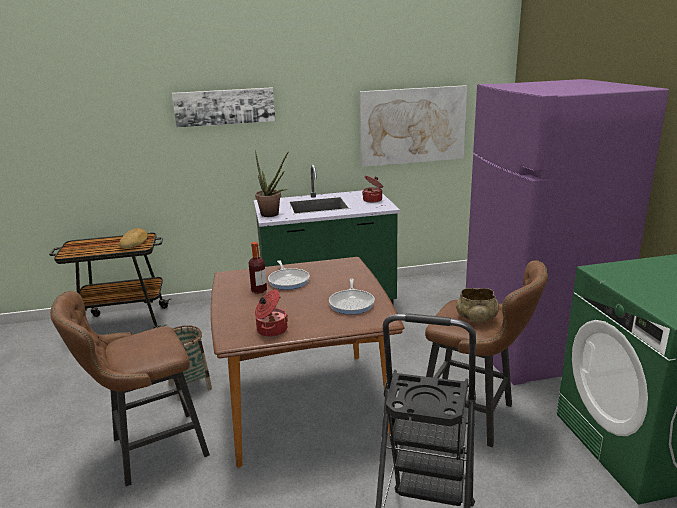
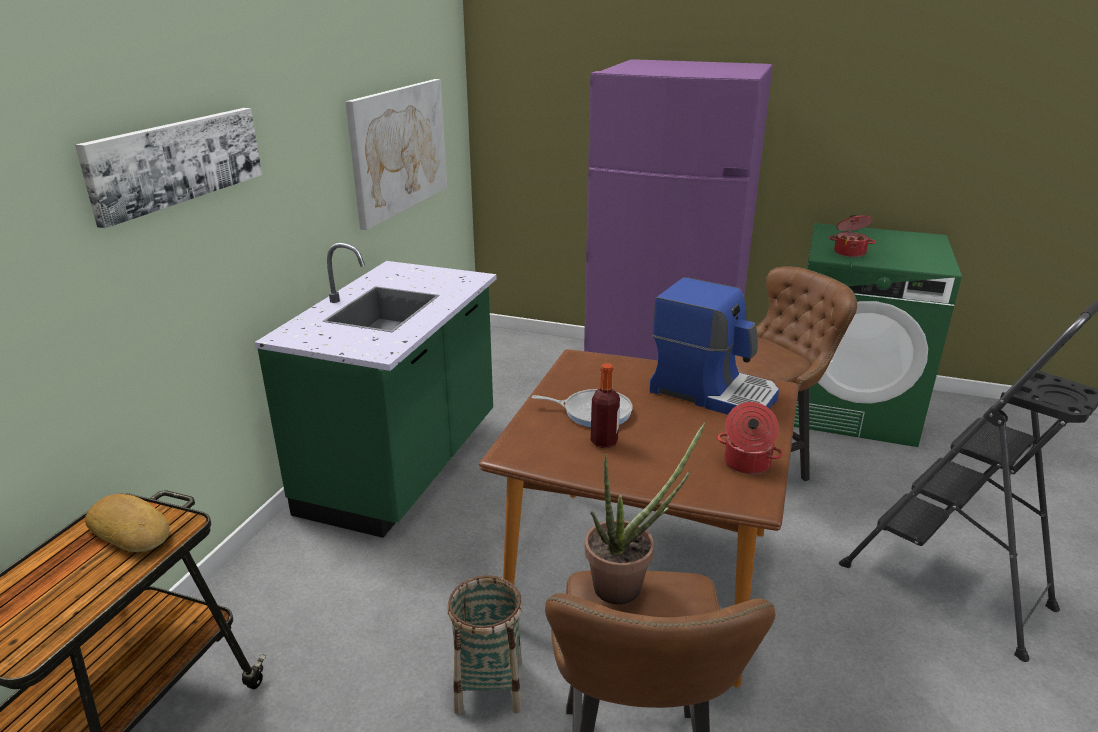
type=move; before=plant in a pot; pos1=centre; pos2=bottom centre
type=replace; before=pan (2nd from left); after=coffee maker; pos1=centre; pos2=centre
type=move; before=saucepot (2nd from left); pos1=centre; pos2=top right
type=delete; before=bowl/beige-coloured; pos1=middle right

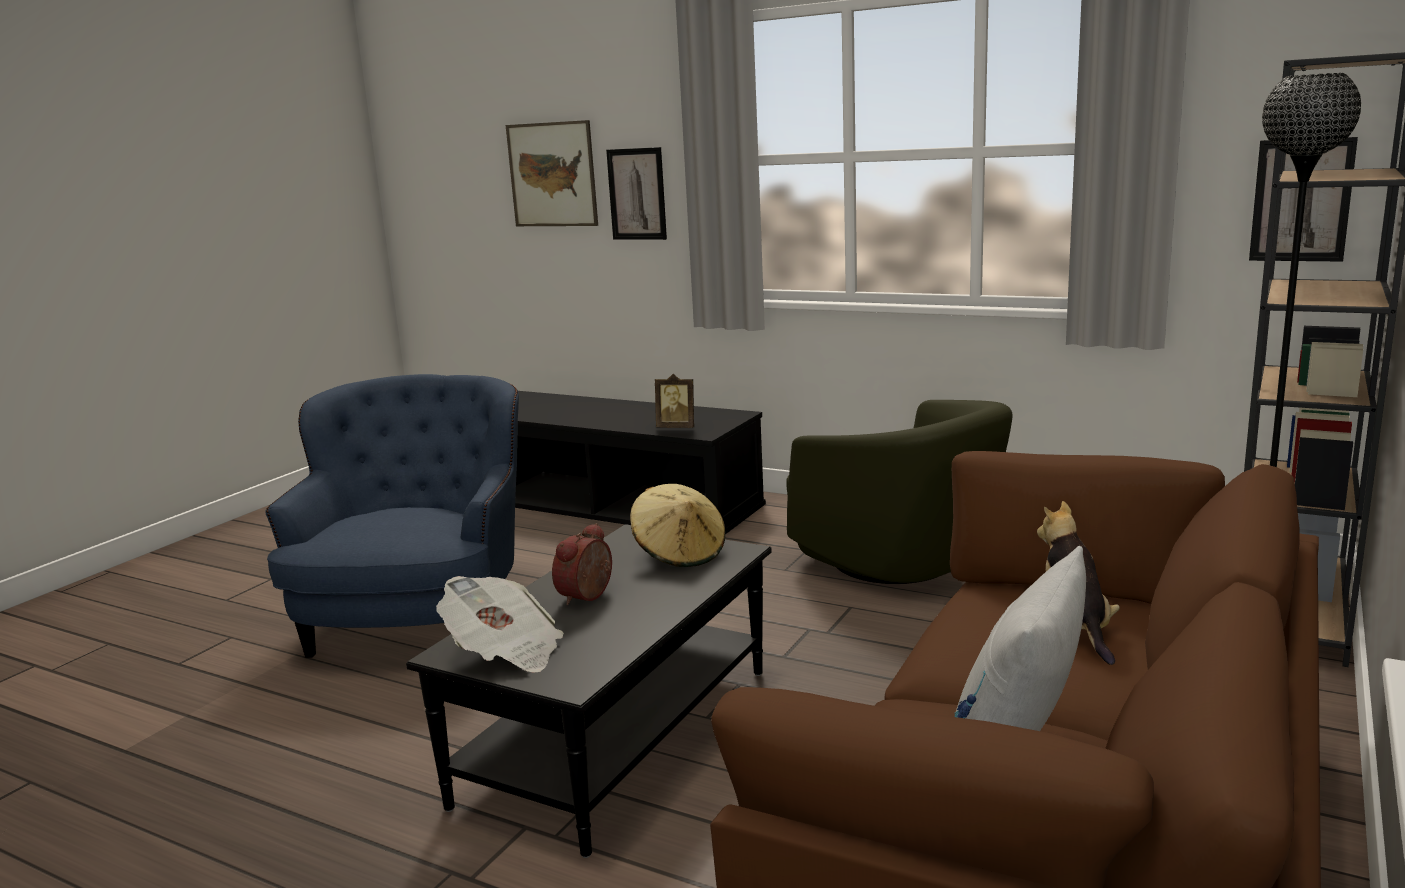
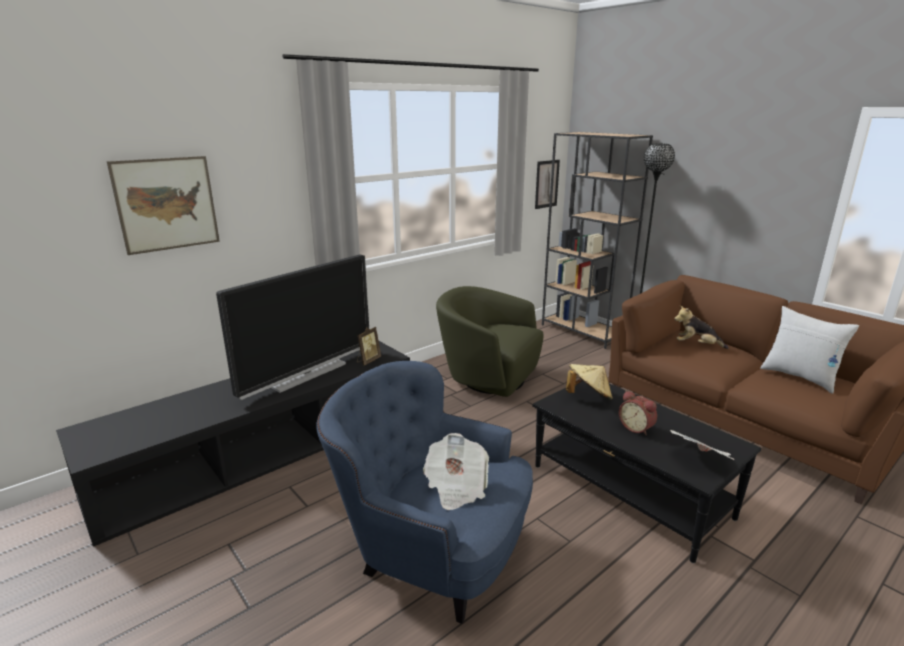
type=delete; before=wall picture (2nd from left); pos1=top centre
type=rotate; before=easy chair/greenish; pos1=centre; pos2=centre; turn=-135
type=insert; after=TV; pos2=middle left
type=insert; after=daily paper (1st from left); pos2=bottom centre

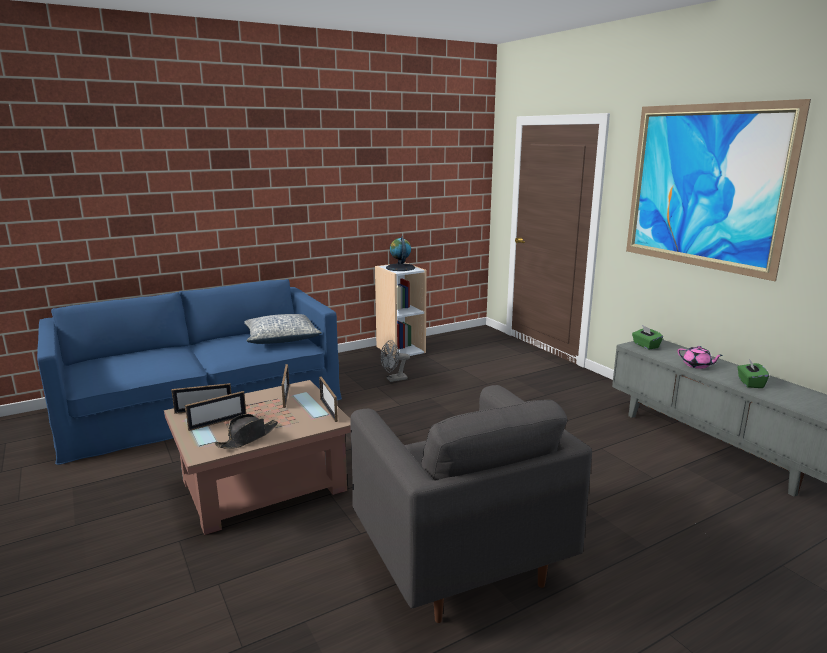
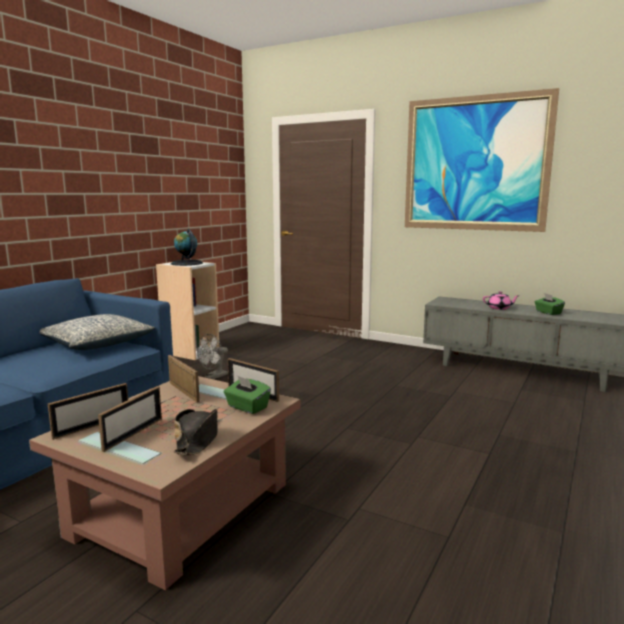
type=delete; before=easy chair/gray; pos1=bottom centre
type=move; before=box of tissues/greenish (1st from left); pos1=middle right; pos2=centre

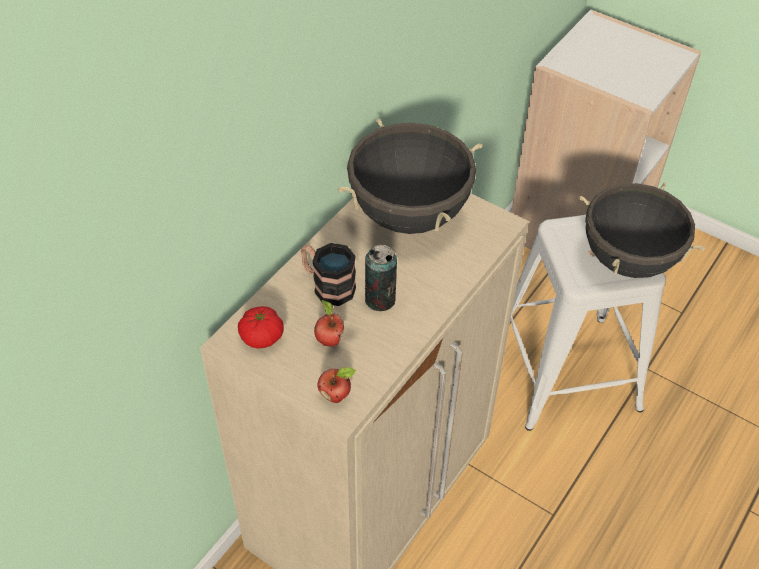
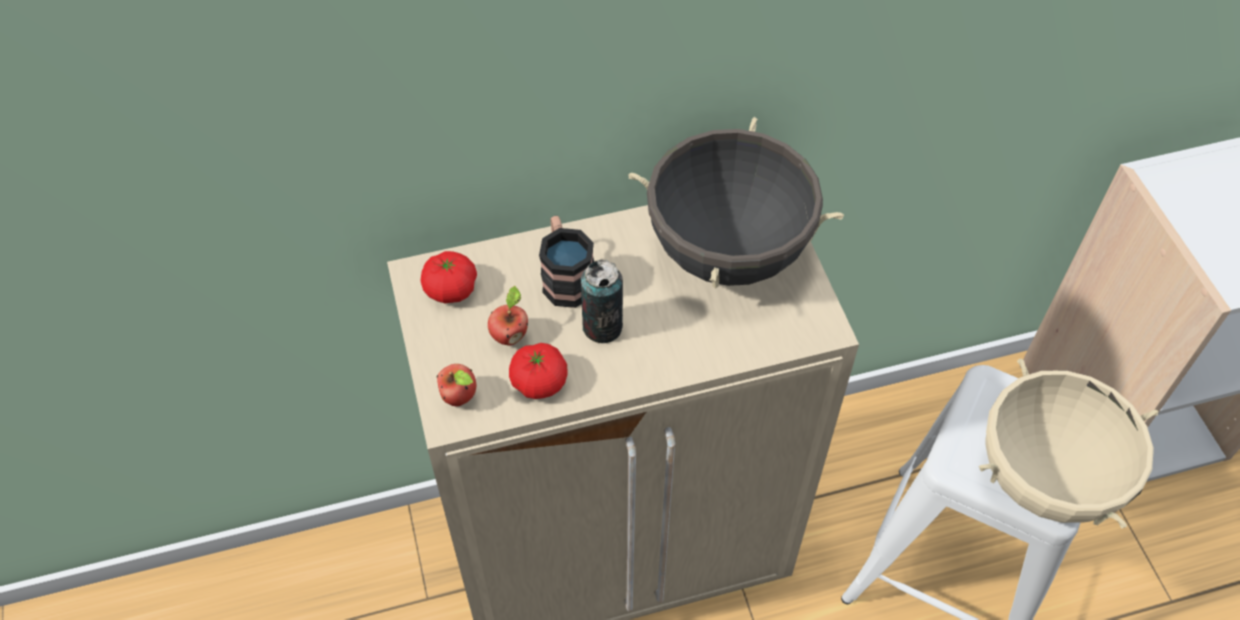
type=recolor; before=saucepot/blackish (2nd from left); after=saucepot/beige-coloured; pos1=middle right; pos2=bottom right
type=insert; after=fresh tomato (2nd from left); pos2=centre

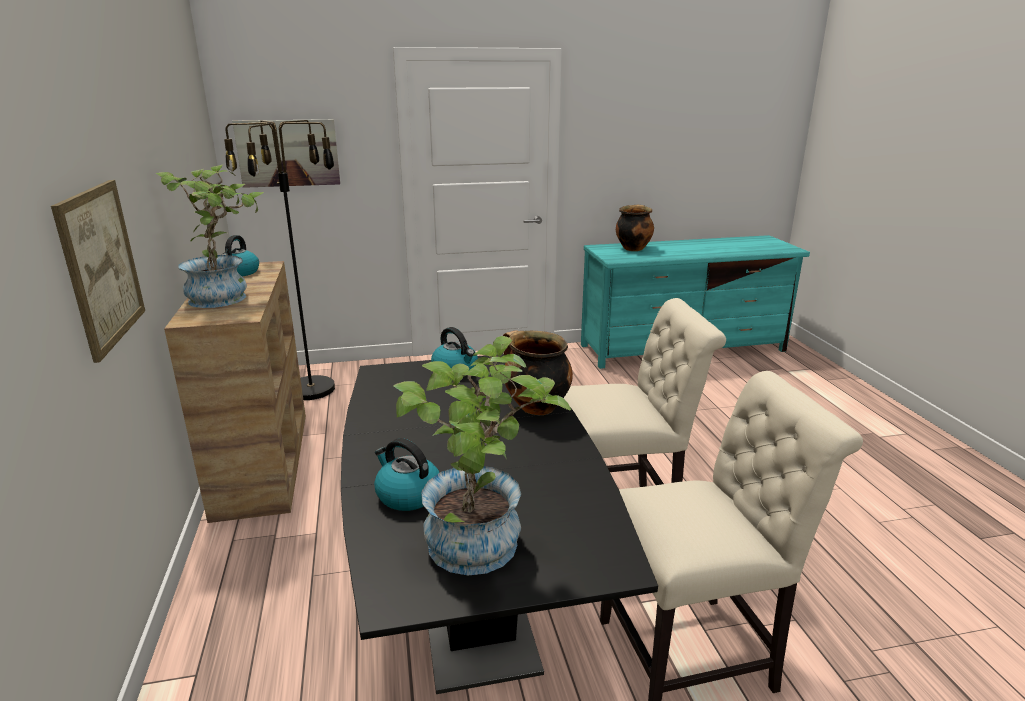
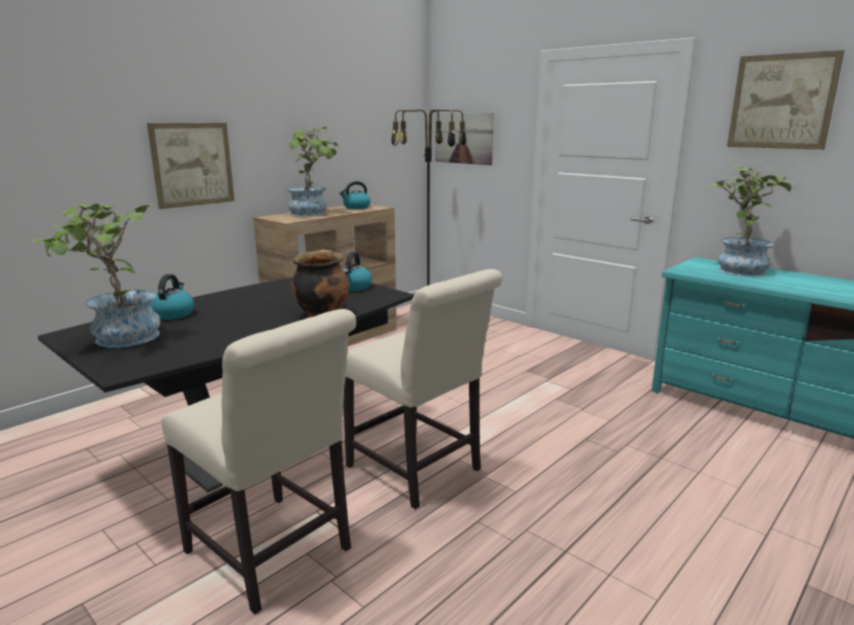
type=replace; before=saucepot (2nd from left); after=plant in a pot (3rd from left); pos1=top centre; pos2=middle right
type=insert; after=wall picture (3rd from left); pos2=top right

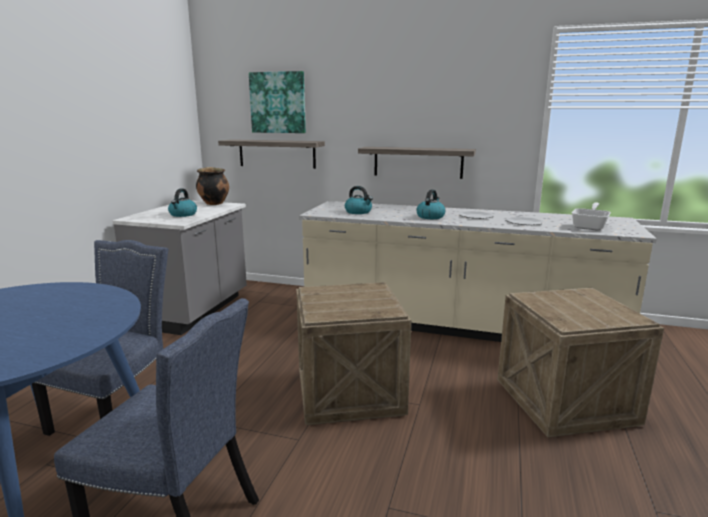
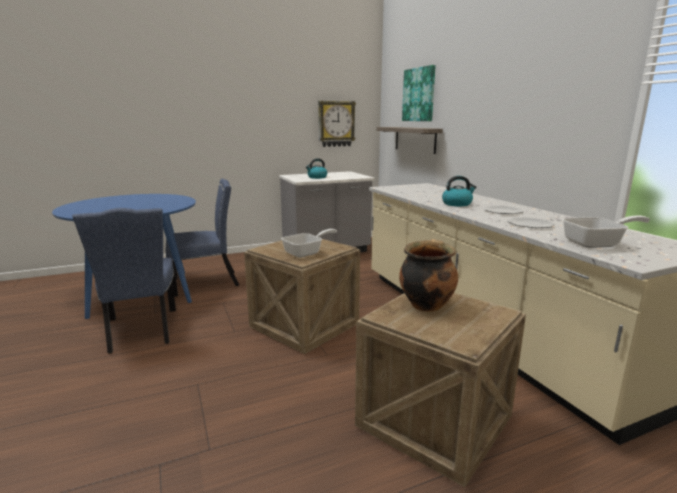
type=move; before=saucepot; pos1=middle left; pos2=centre
type=delete; before=tea kettle (2nd from left); pos1=centre
type=delete; before=bracket shelf (2nd from left); pos1=top centre
type=insert; after=pan (1st from left); pos2=centre
type=insert; after=wall clock; pos2=top centre

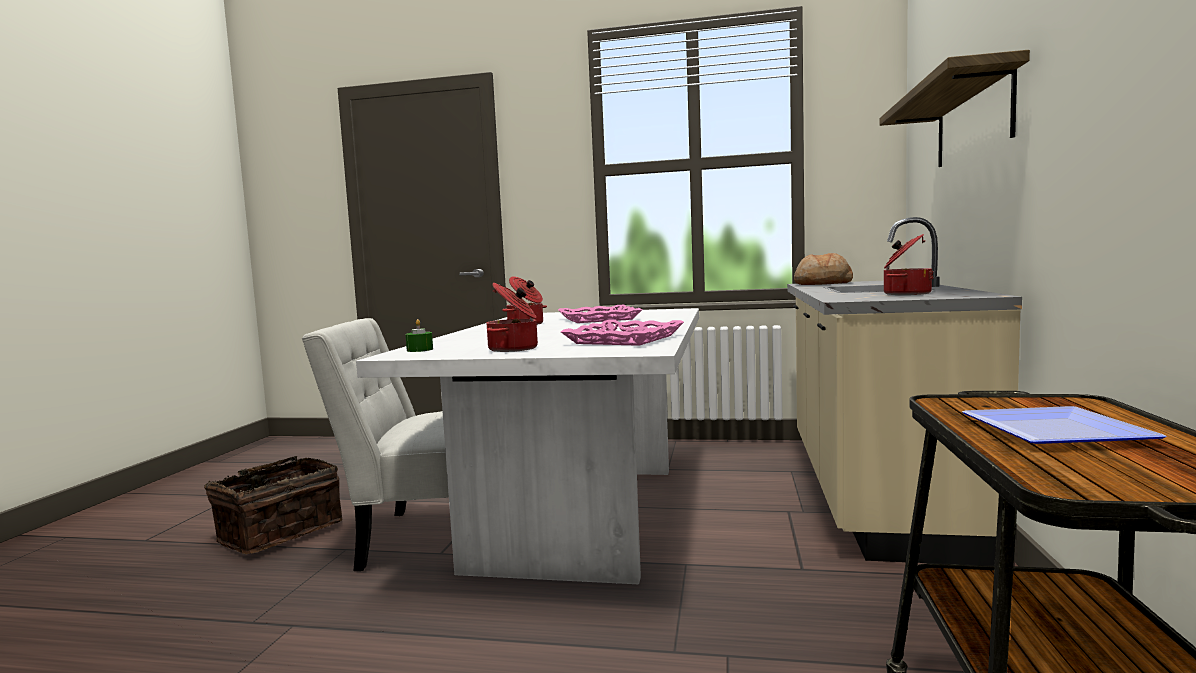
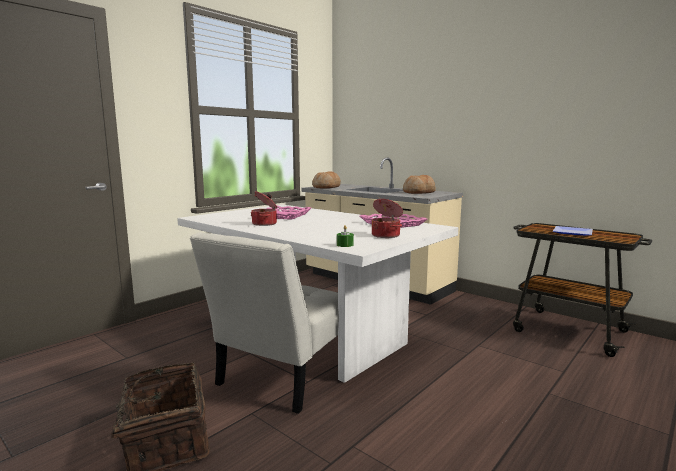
type=delete; before=bracket shelf; pos1=top right
type=replace; before=saucepot (3rd from left); after=bread (2nd from left); pos1=middle right; pos2=centre

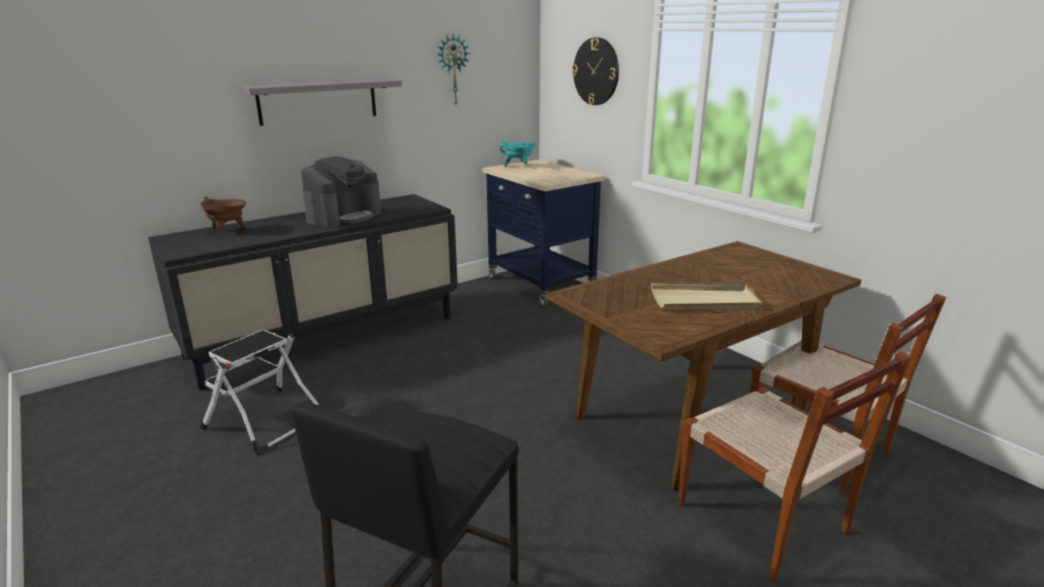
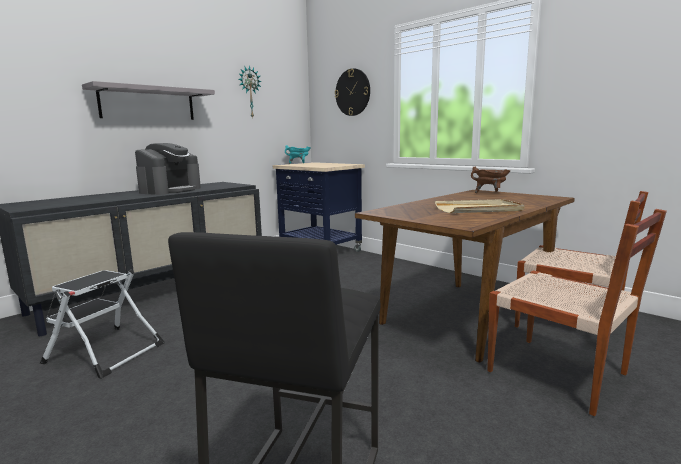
type=move; before=saucepot/brown-coloured; pos1=middle left; pos2=middle right

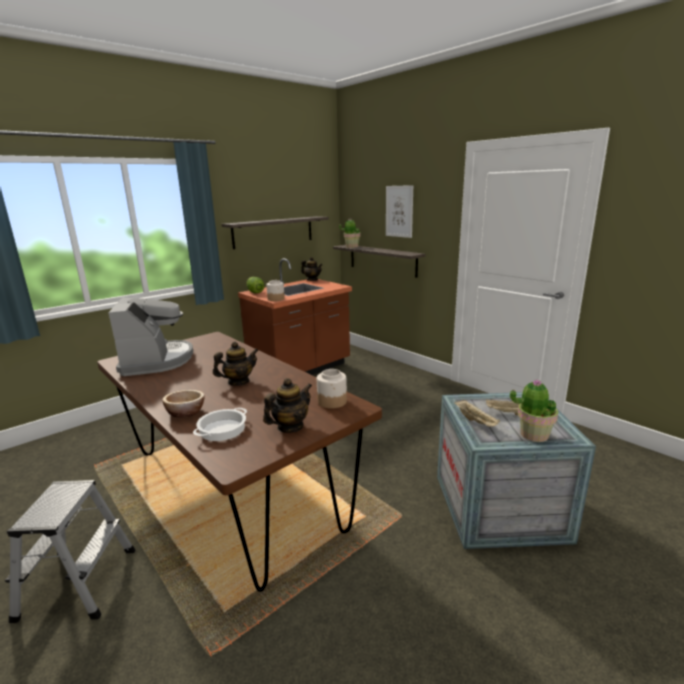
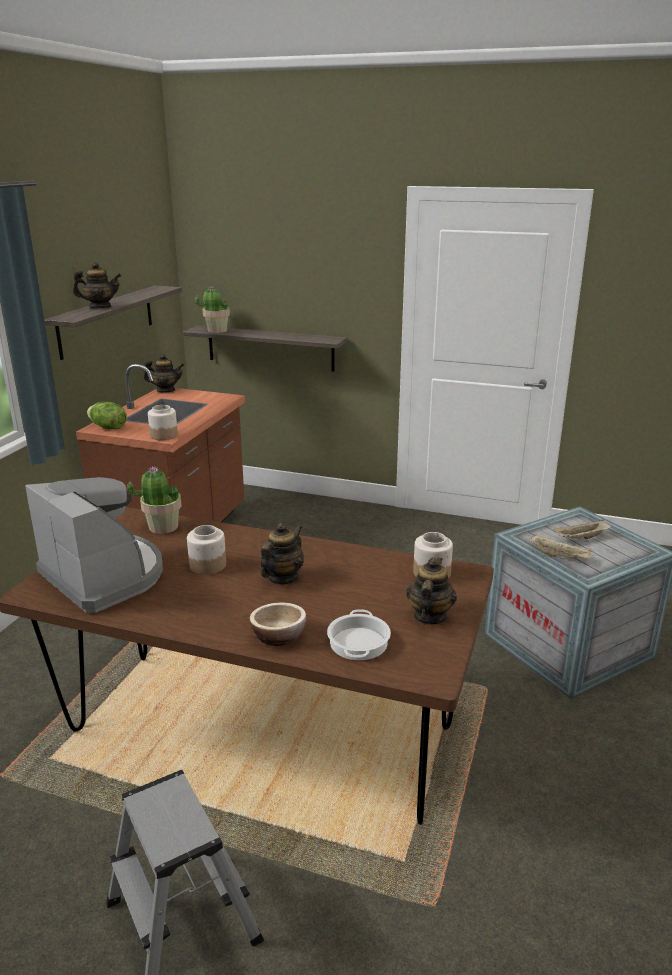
type=delete; before=wall picture; pos1=top centre
type=move; before=plant in a pot (2nd from left in the first image); after=plant in a pot (1st from left); pos1=middle right; pos2=middle left
type=insert; after=teapot (1st from left); pos2=top left
type=insert; after=storage jar (2nd from left); pos2=middle left

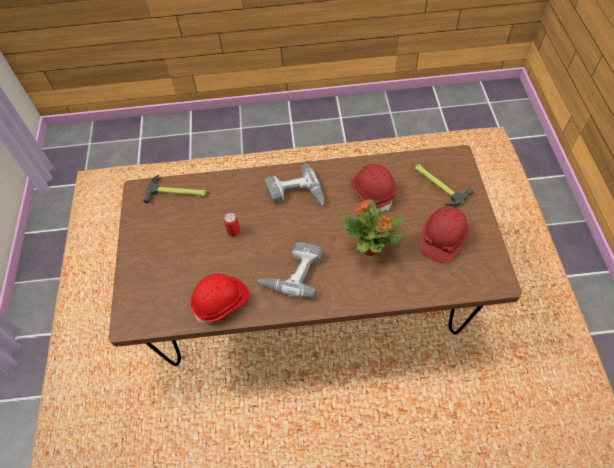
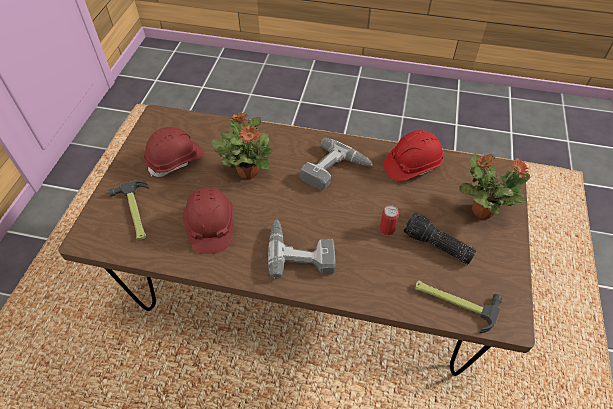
type=insert; after=hand torch; pos2=middle right
type=insert; after=plant in a pot (2nd from left); pos2=middle right

